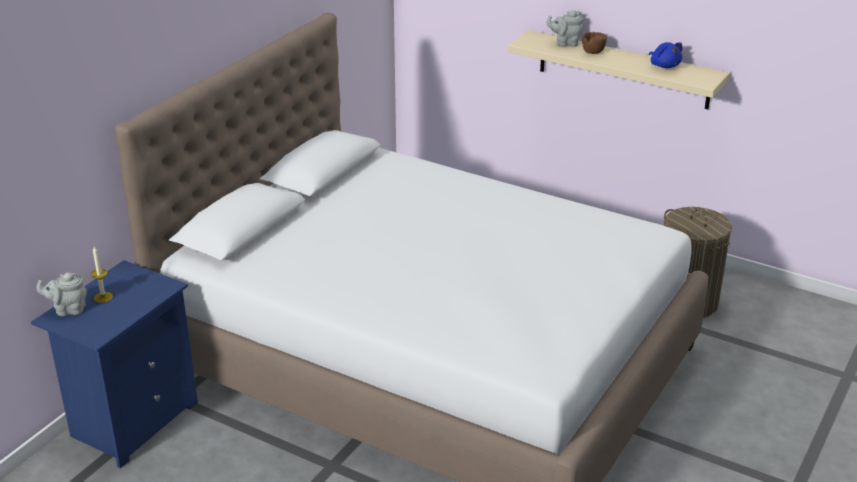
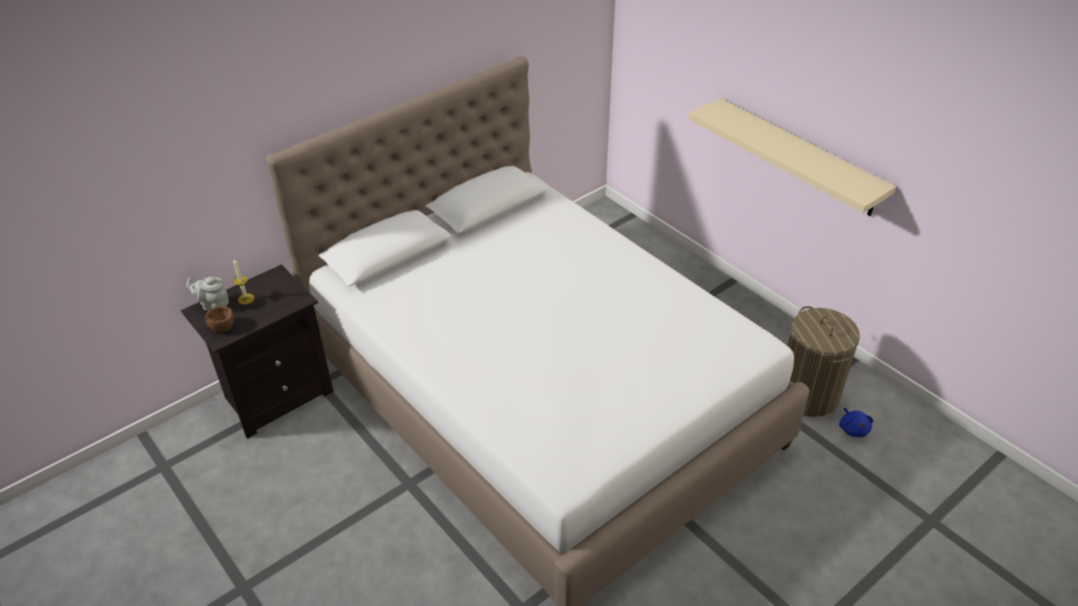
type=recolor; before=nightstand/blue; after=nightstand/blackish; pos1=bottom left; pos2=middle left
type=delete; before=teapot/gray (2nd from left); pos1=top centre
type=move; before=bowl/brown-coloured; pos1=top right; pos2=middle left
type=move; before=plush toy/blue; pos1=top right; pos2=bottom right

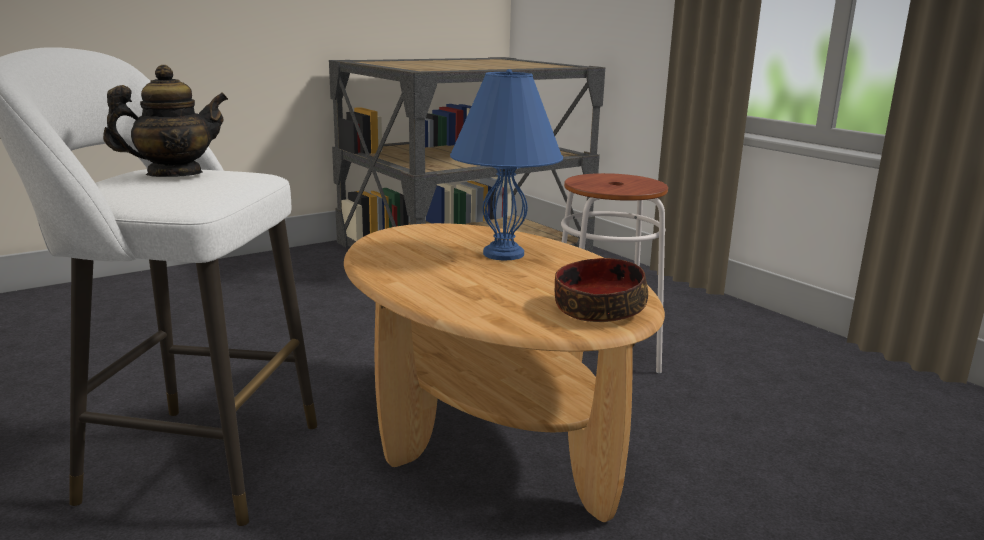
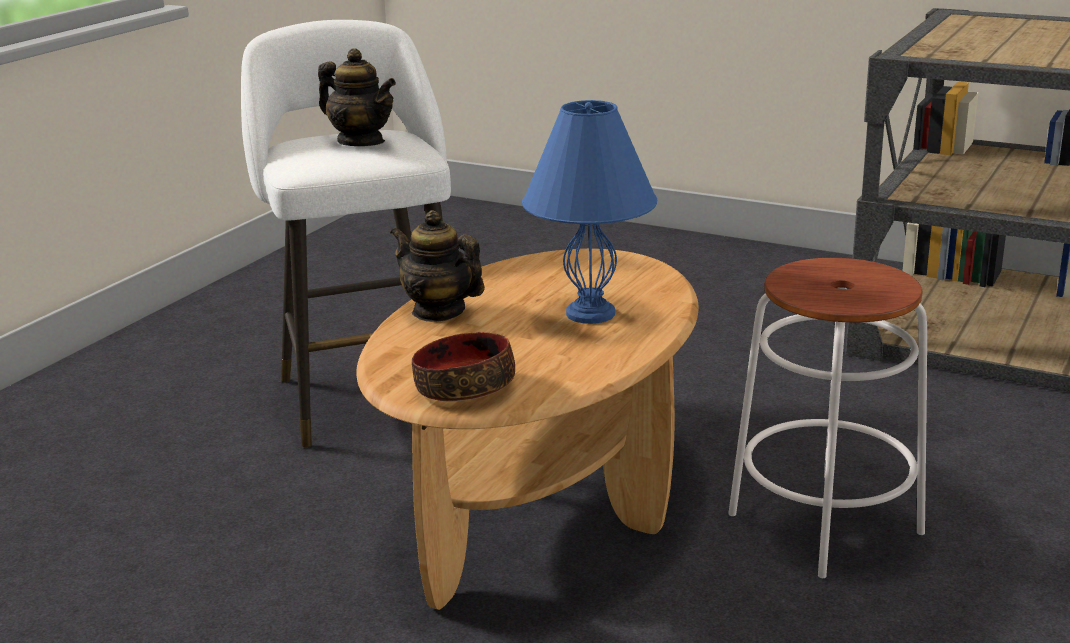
type=insert; after=teapot (2nd from left); pos2=centre

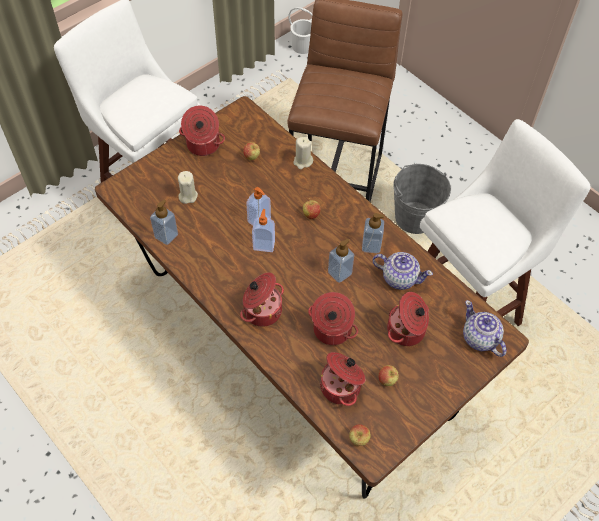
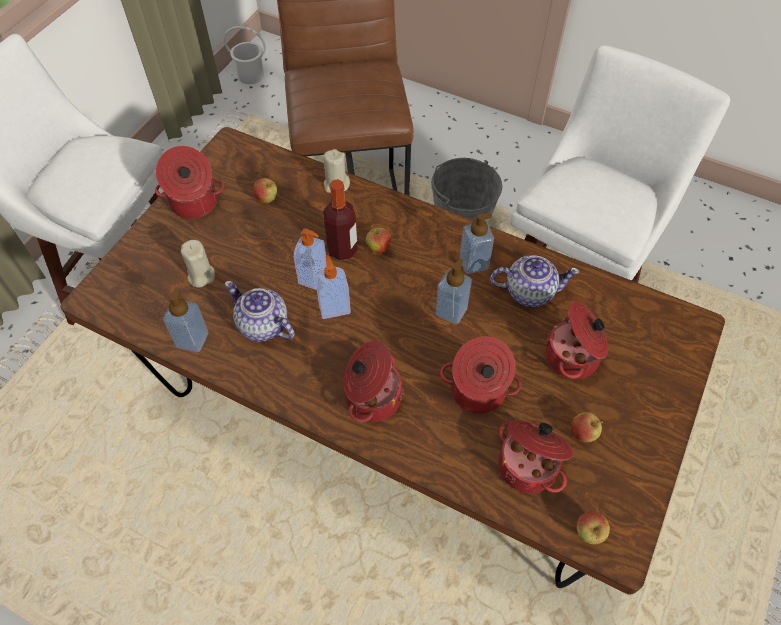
type=move; before=teapot (2nd from left in the first image); after=teapot (1st from left); pos1=middle right; pos2=middle left
type=insert; after=beverage bottle; pos2=centre

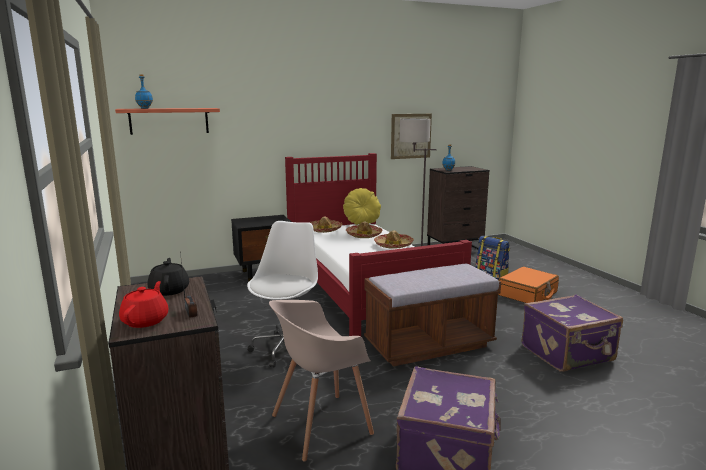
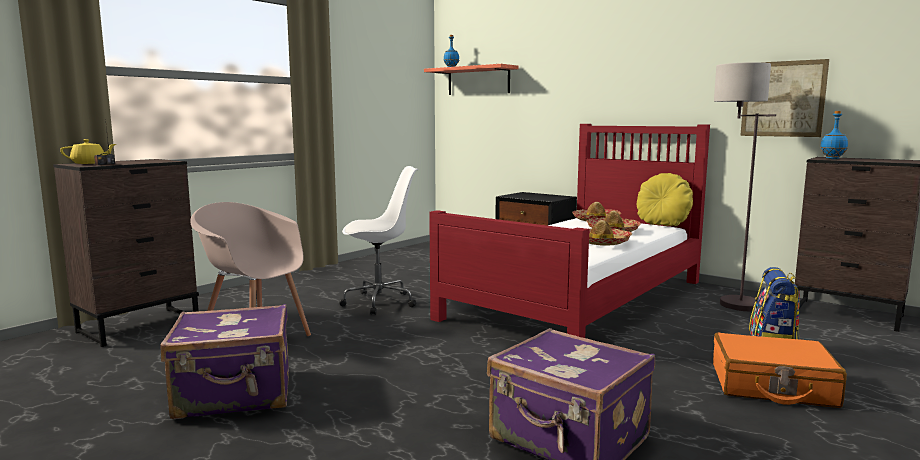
type=recolor; before=teapot/red-coloured; after=teapot/yellow-coloured; pos1=middle left; pos2=top left
type=delete; before=teapot/blackish; pos1=middle left
type=delete; before=long seat/brown-coloured; pos1=bottom centre

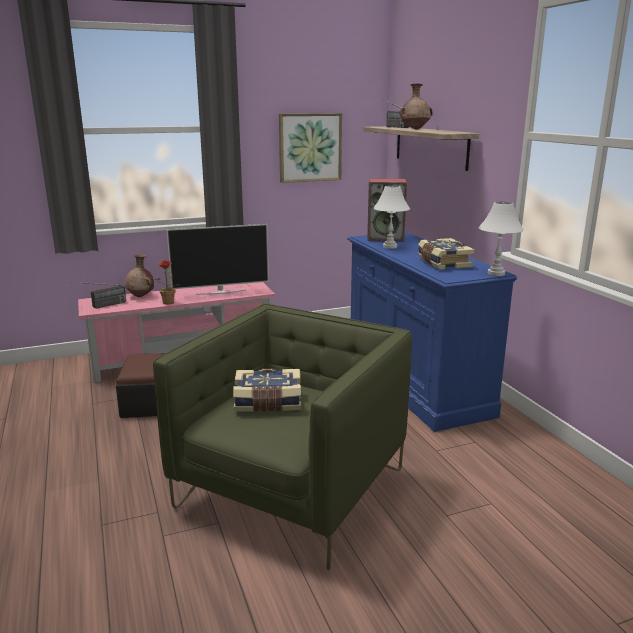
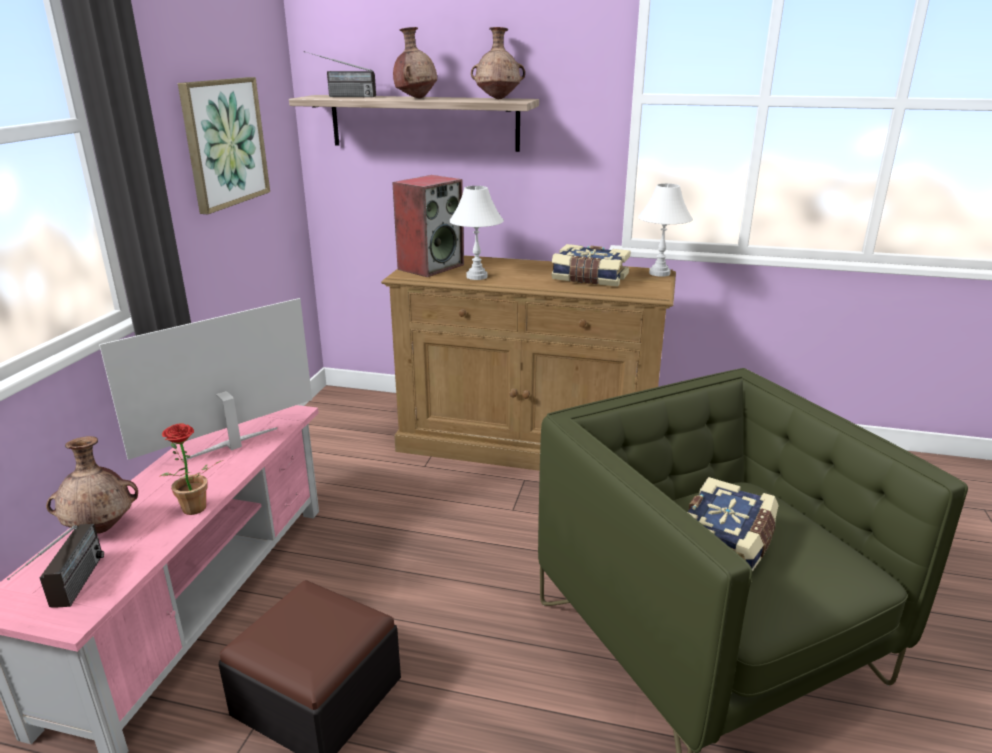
type=rotate; before=TV; pos1=centre; pos2=middle left; turn=-150
type=recolor; before=cabinet/blue; after=cabinet/brown-coloured; pos1=middle right; pos2=centre
type=insert; after=flower vase/brown-coloured (3rd from left); pos2=top centre

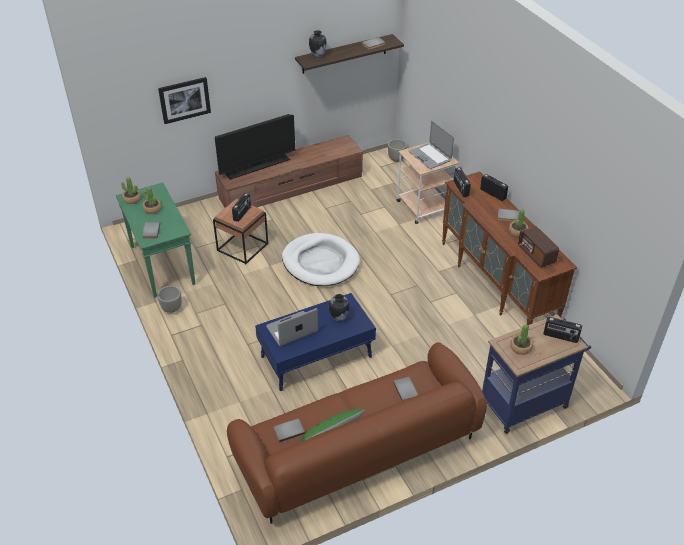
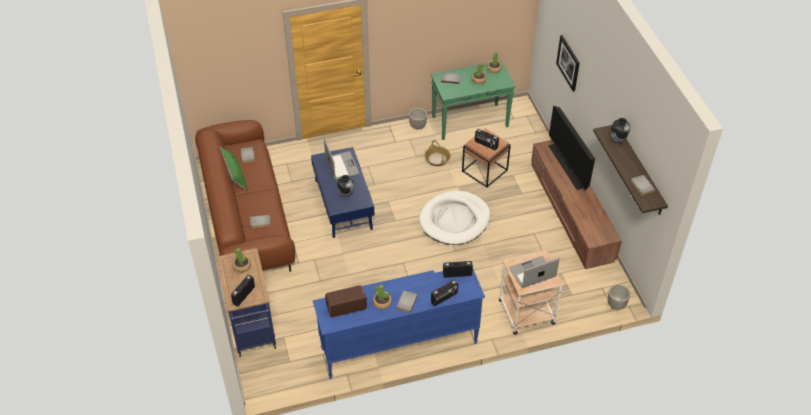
type=recolor; before=cabinet/brown-coloured; after=cabinet/blue; pos1=middle right; pos2=bottom centre
type=insert; after=storage basket; pos2=centre

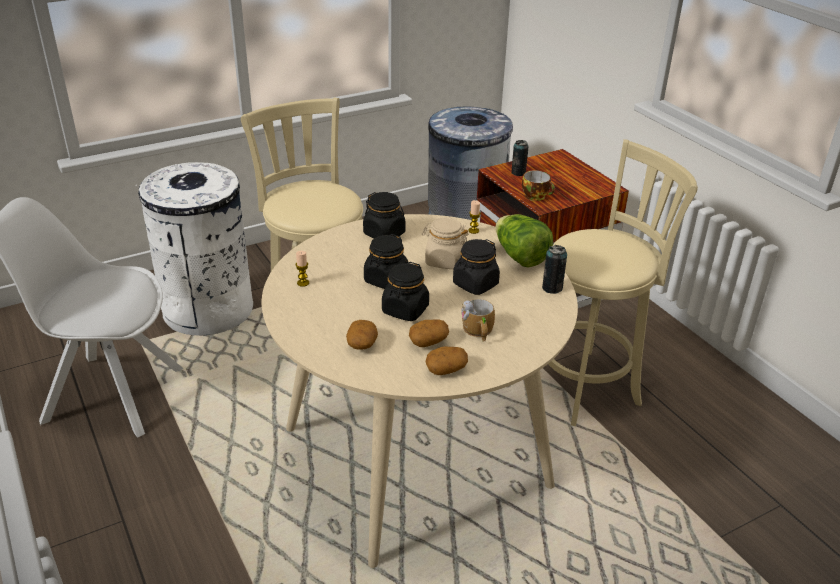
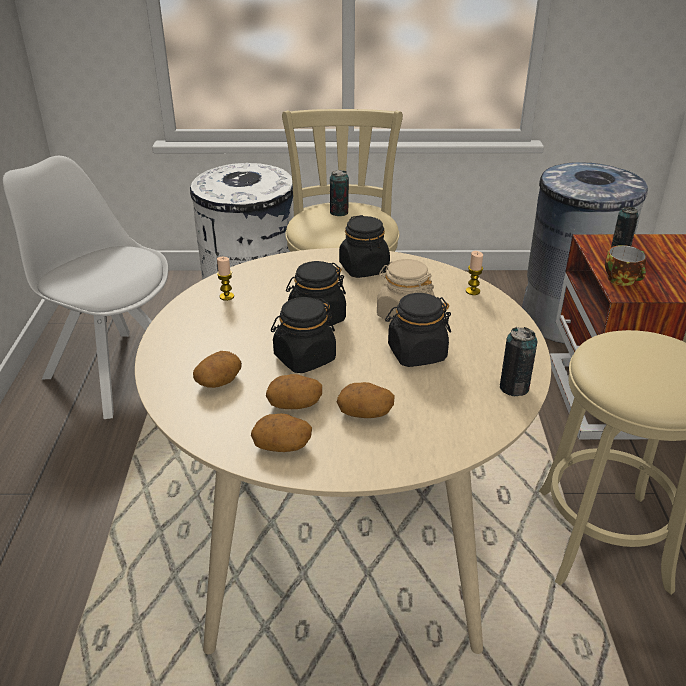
type=replace; before=coffee mug; after=potato (4th from left); pos1=centre; pos2=centre
type=delete; before=lettuce head; pos1=centre
type=insert; after=sealed can (1st from left); pos2=top centre

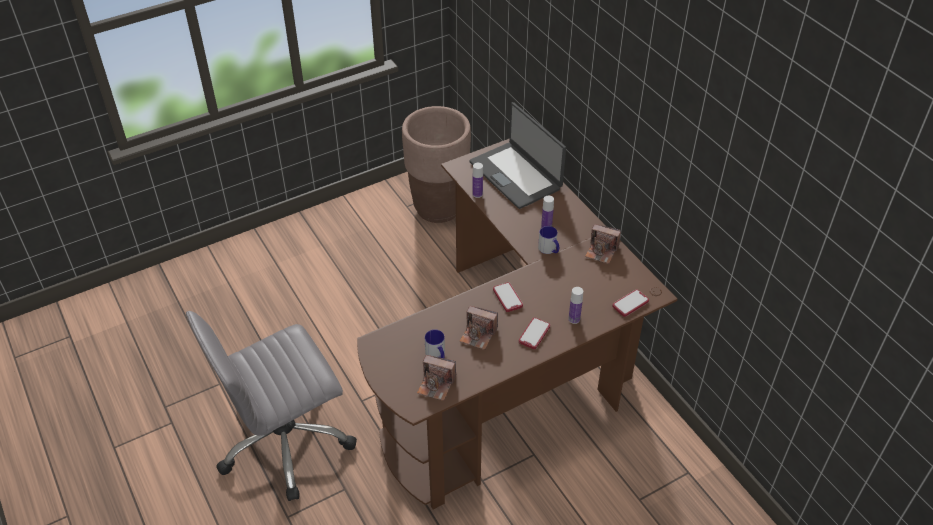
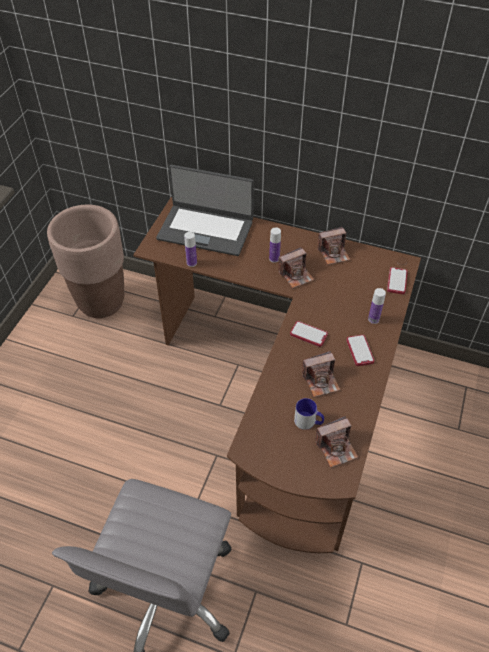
type=replace; before=coffee mug (2nd from left); after=photo camera (1st from left); pos1=centre; pos2=centre

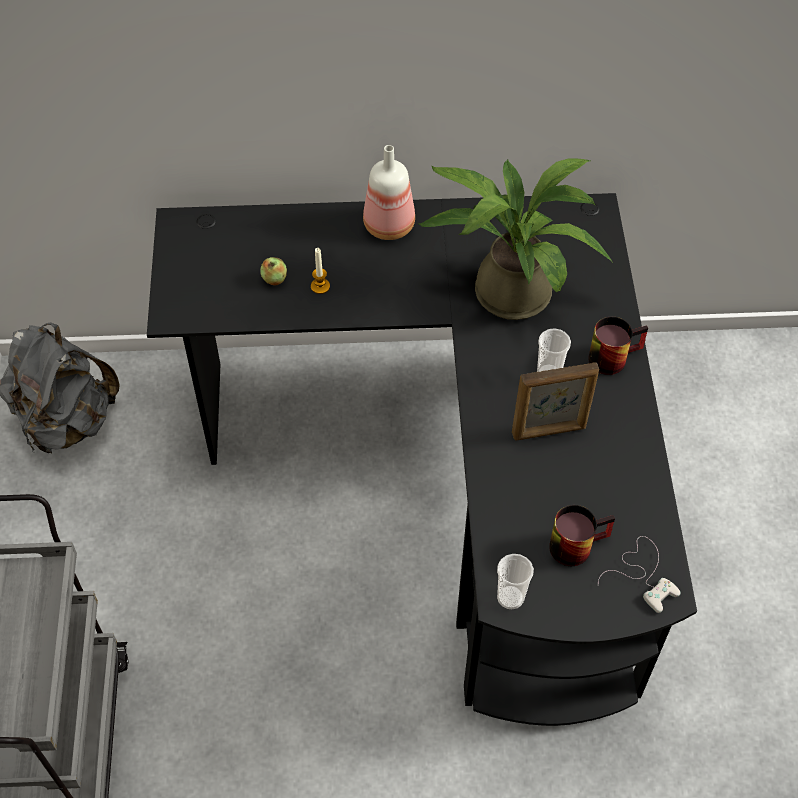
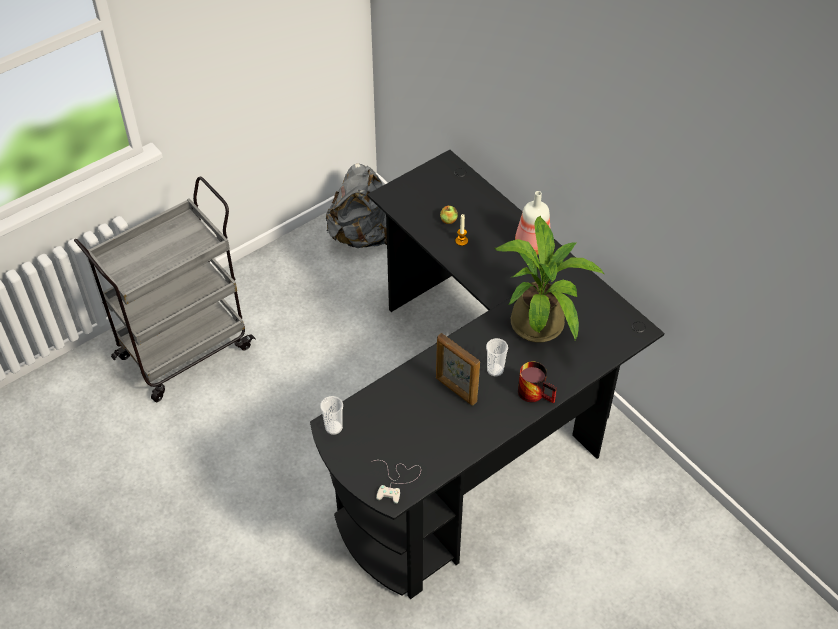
type=delete; before=coffee mug (1st from left); pos1=bottom right

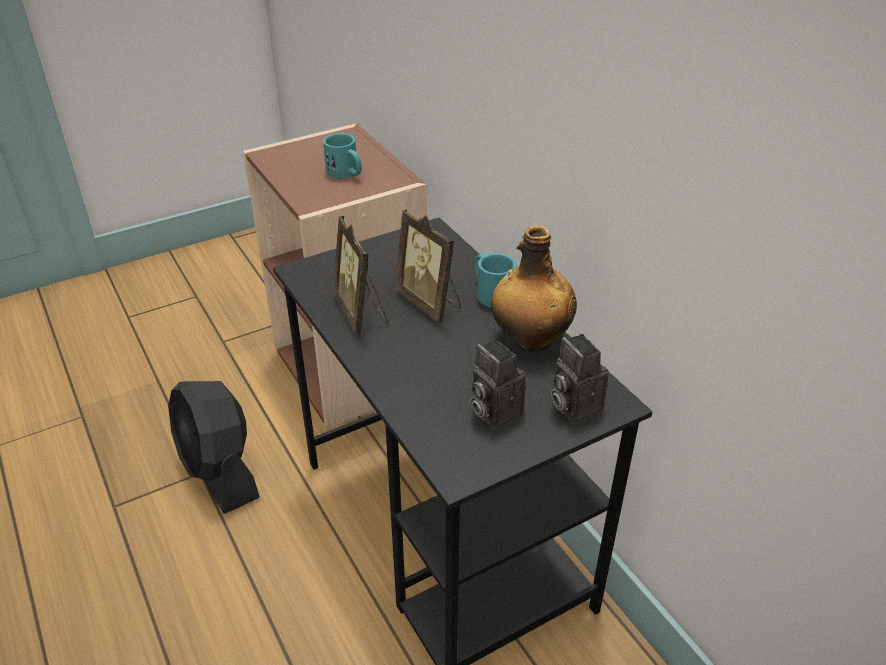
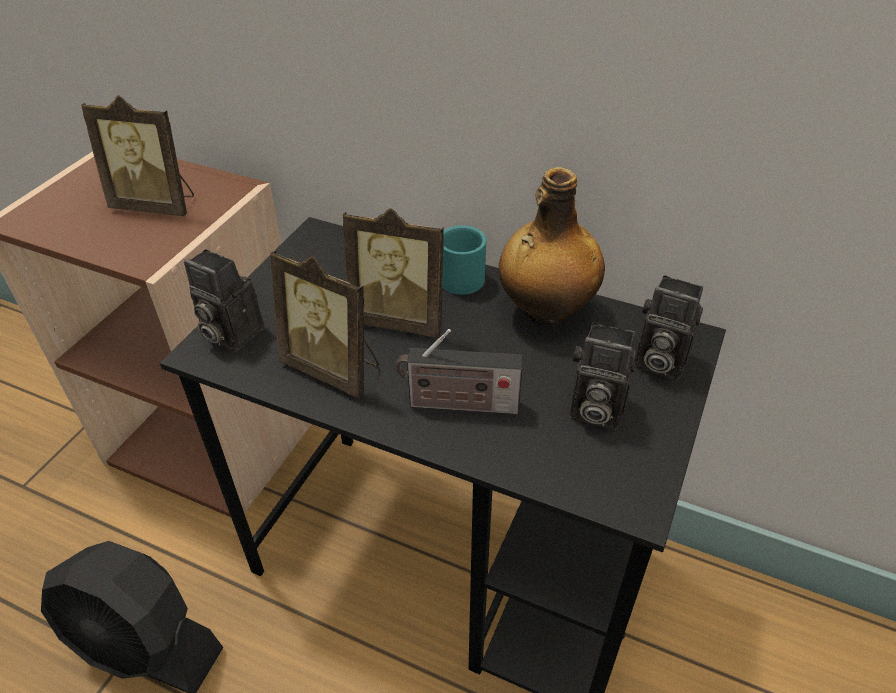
type=replace; before=coffee mug/turquoise (1st from left); after=picture frame (1st from left); pos1=top centre; pos2=top left
type=insert; after=photo camera (1st from left); pos2=middle left
type=insert; after=radio receiver; pos2=centre

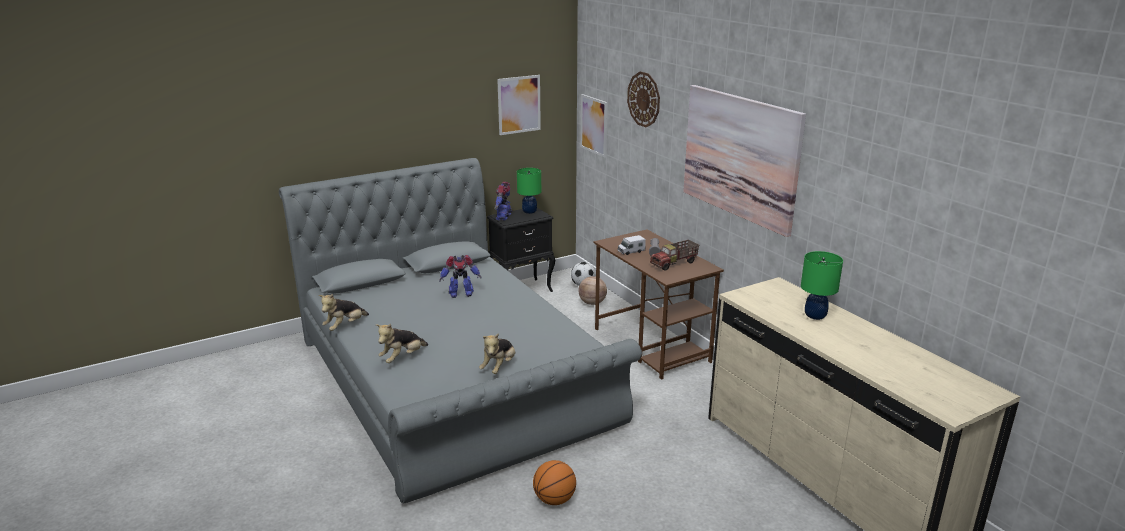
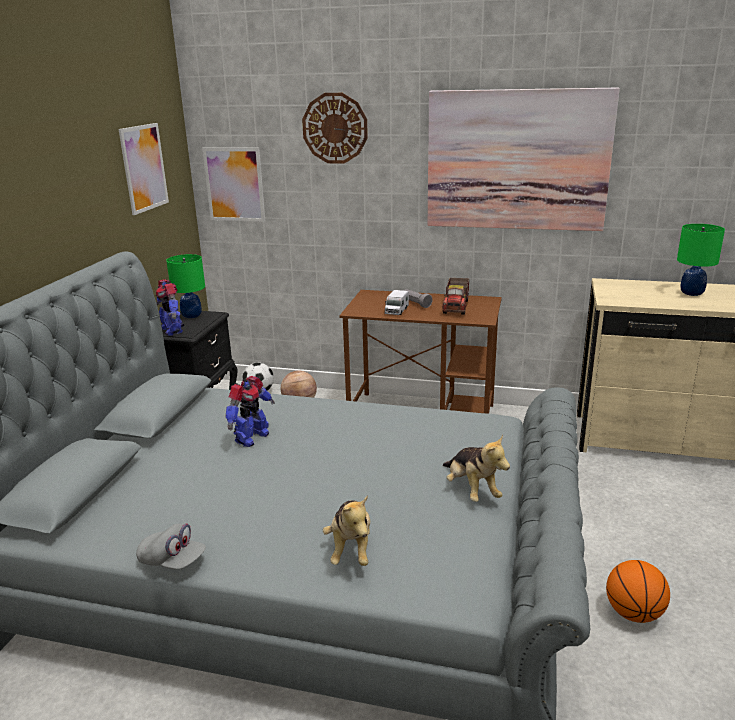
type=replace; before=plush toy (1st from left); after=cap/gray; pos1=middle left; pos2=bottom left

